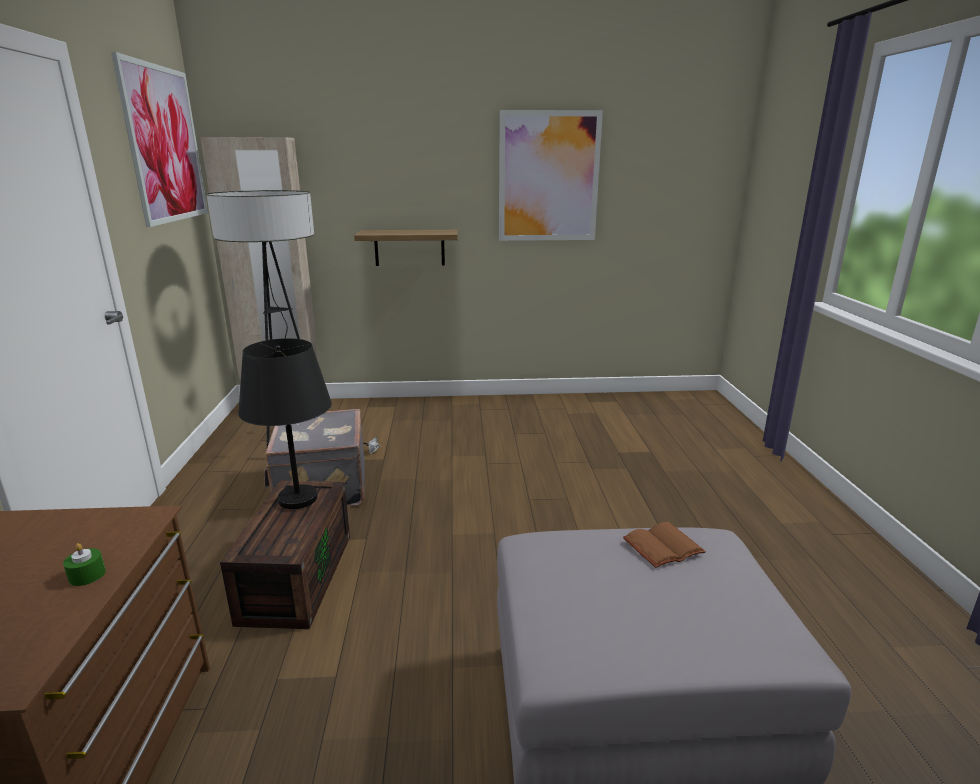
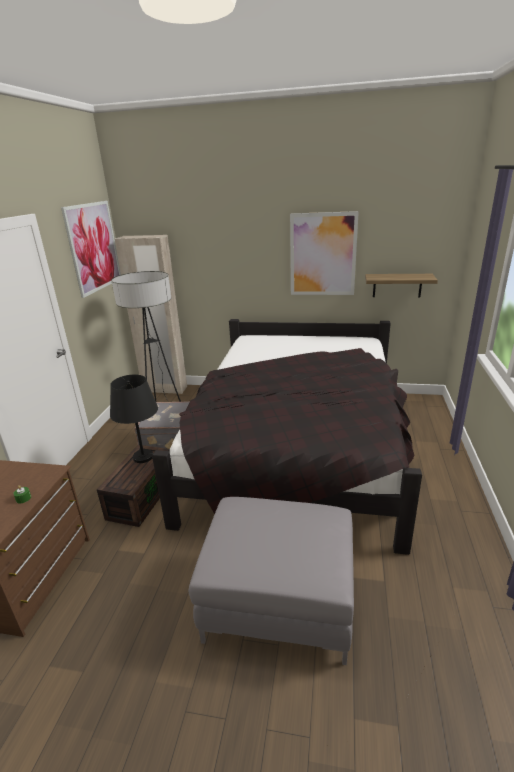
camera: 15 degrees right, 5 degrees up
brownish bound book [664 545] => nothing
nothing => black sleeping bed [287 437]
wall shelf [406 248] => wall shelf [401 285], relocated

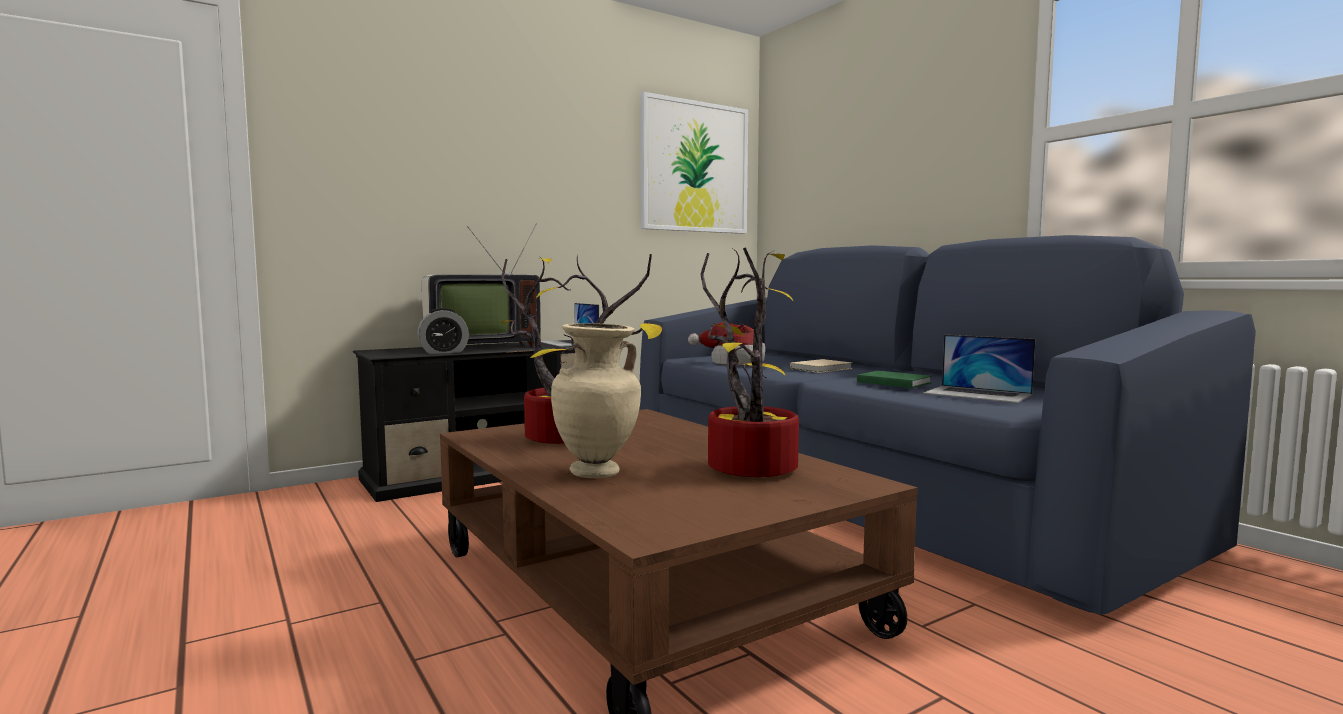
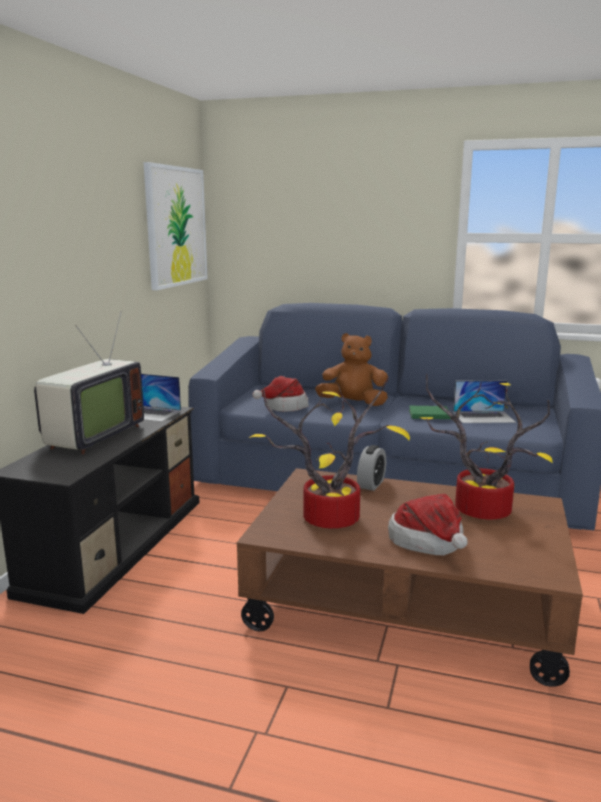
camera: 40 degrees left, 10 degrees up
alarm clock [443 331] => alarm clock [371 468], relocated
beige-coloured vase [596 400] => clothing hat [428 524]
beige-coloured bound book [821 366] => brownish soft toy [351 369]

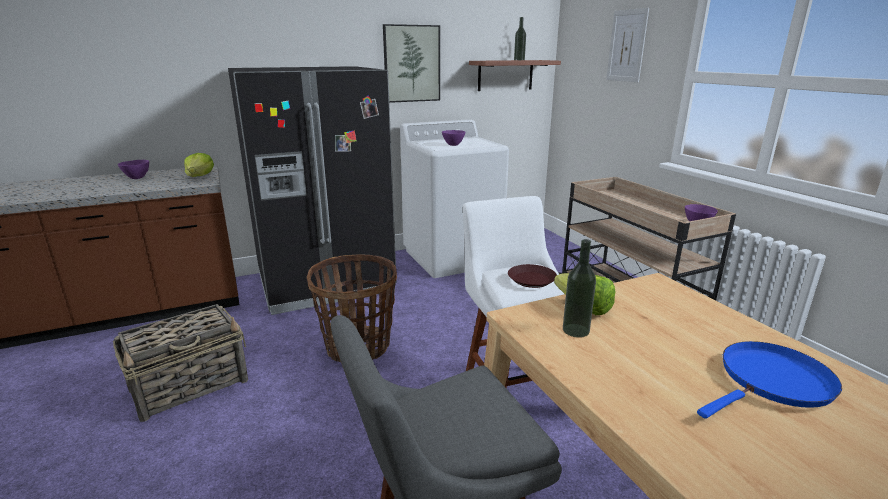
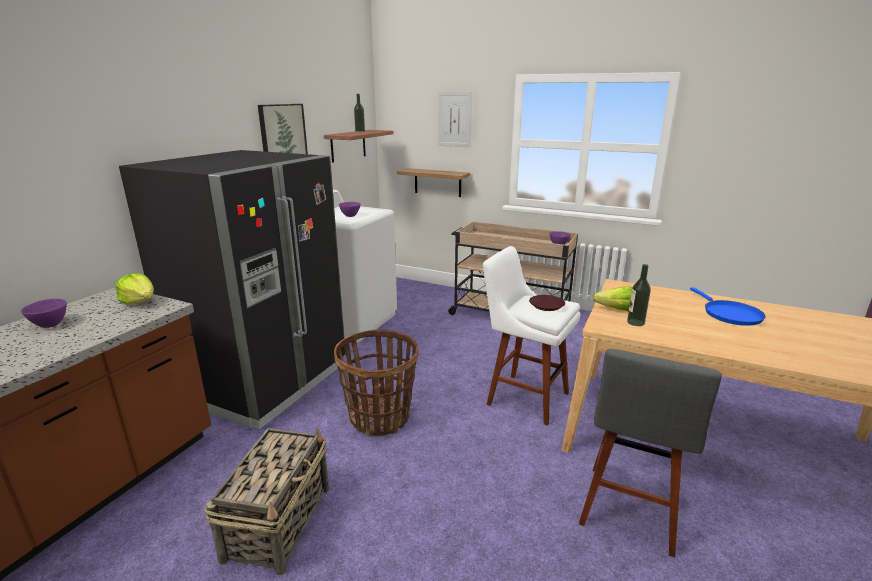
camera: 40 degrees left, 0 degrees up
nothing => wall shelf [433 182]
blue-coloured frying pan [769 380] => blue-coloured frying pan [728 306], 150 degrees clockwise

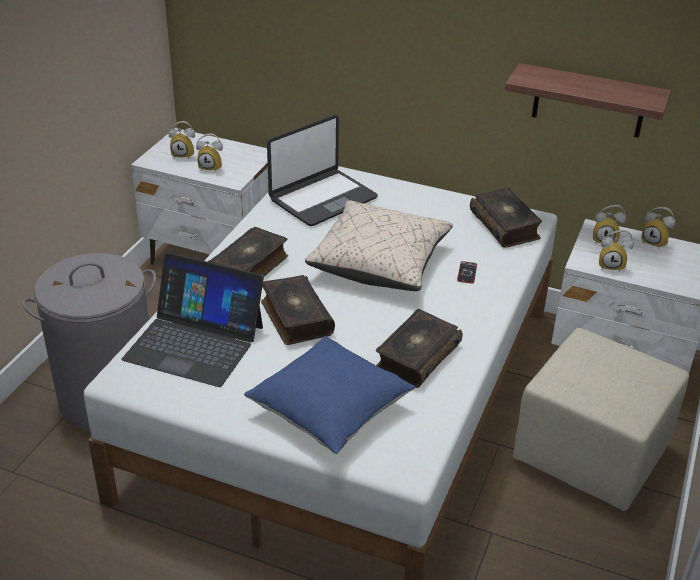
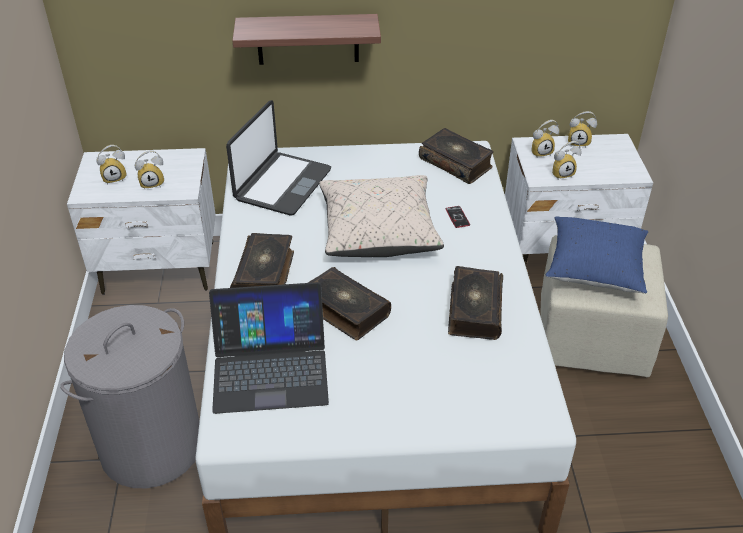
camera: 25 degrees left, 5 degrees up
blue-coloured throw pillow [330 395] => blue-coloured throw pillow [596 255], relocated
wall shelf [588 100] => wall shelf [306 39], relocated

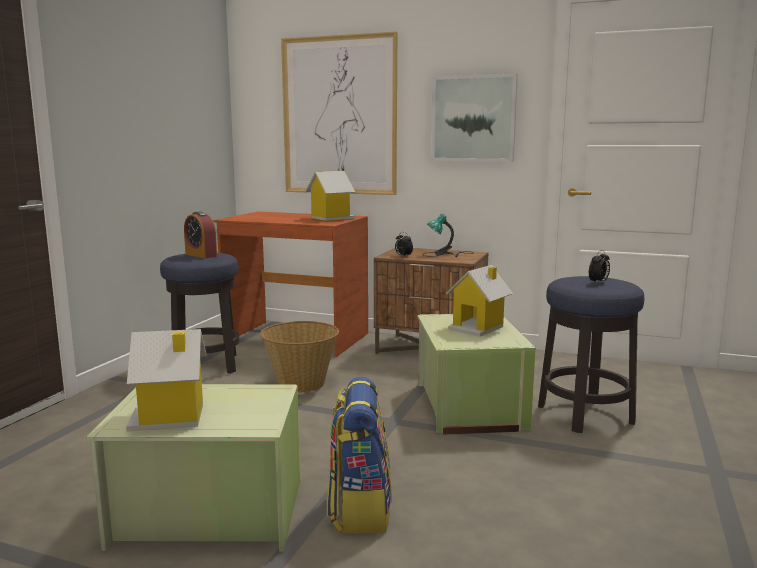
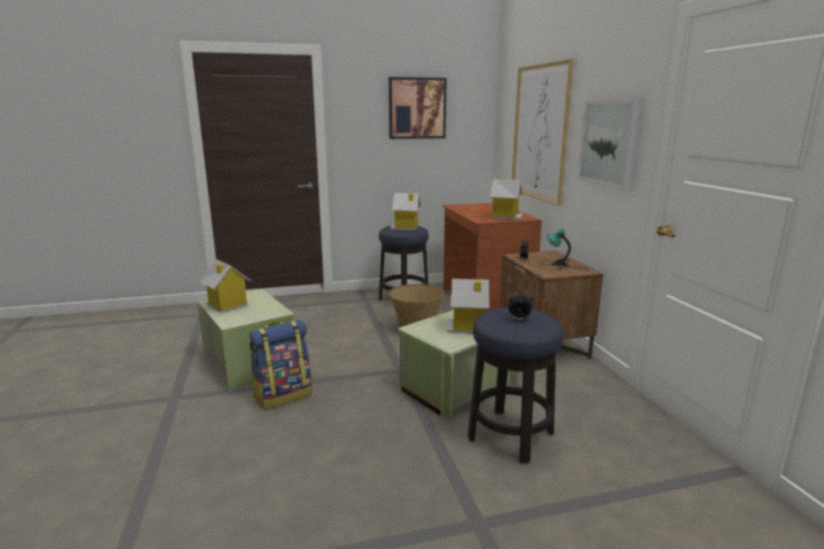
camera: 55 degrees right, 5 degrees up
nothing => picture [418 108]
alarm clock [200 234] => toy house [405 211]

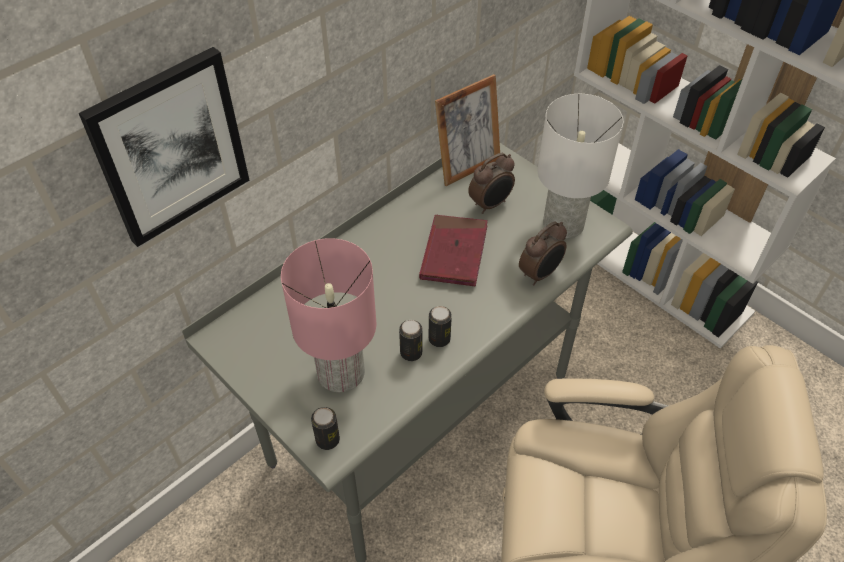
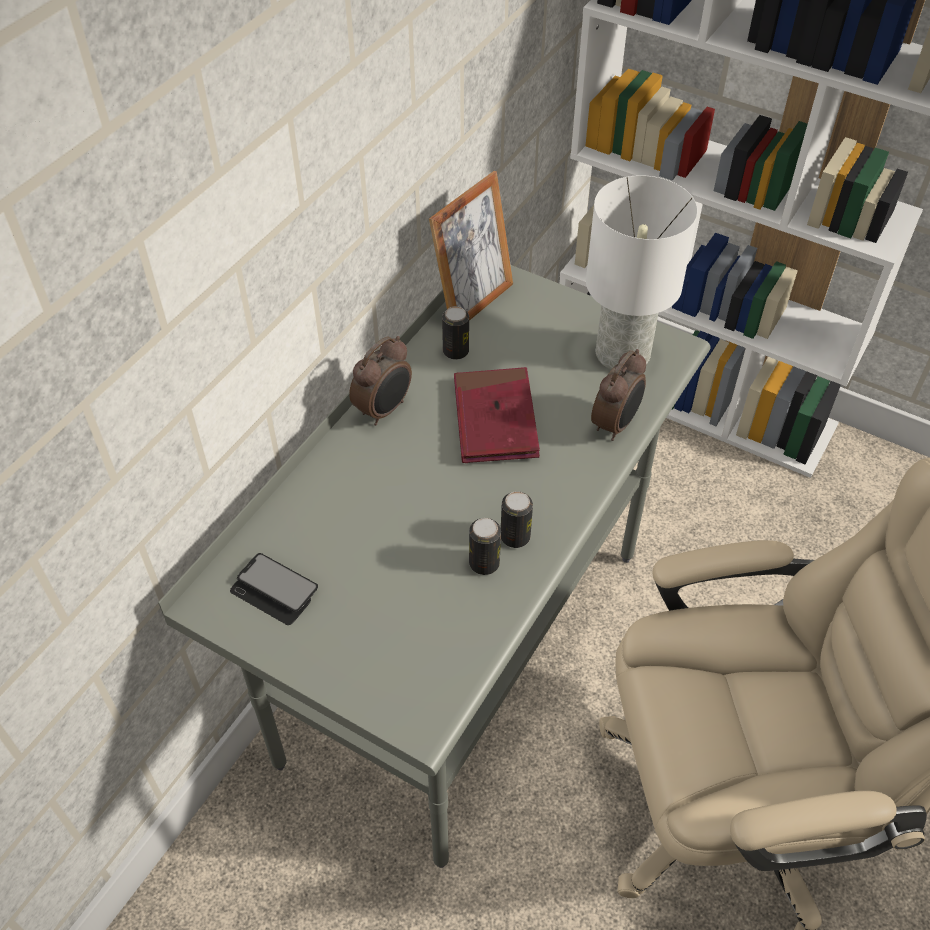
camera: 15 degrees left, 0 degrees up
picture [164 147] => nothing
pink-coloured tabletop lamp [328 315] => nothing
nothing => telephone [274 589]
sealed can [325 428] => sealed can [455 333], relocated
alarm clock [491 183] => alarm clock [380 381], relocated

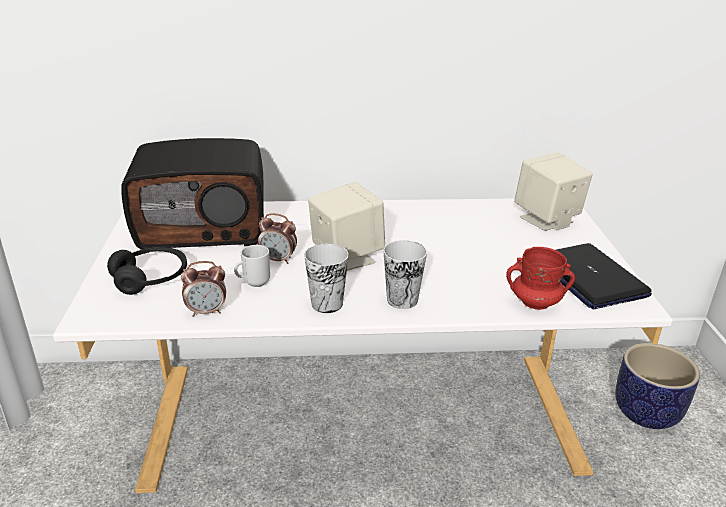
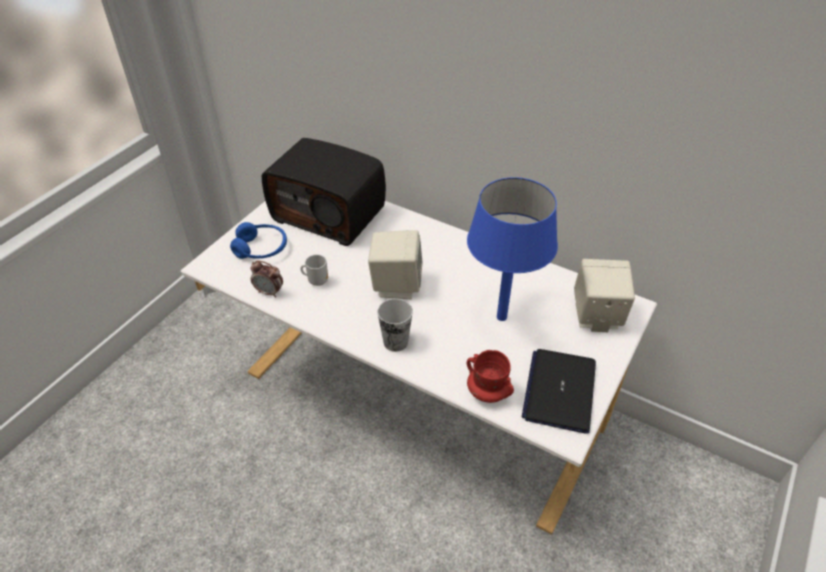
camera: 35 degrees right, 15 degrees up
alarm clock [277 238] => nothing
small cup [326 278] => nothing
flower pot [657 386] => nothing
nothing => blue-coloured tabletop lamp [512 249]
black headphones [147 271] => blue-coloured headphones [258 240]

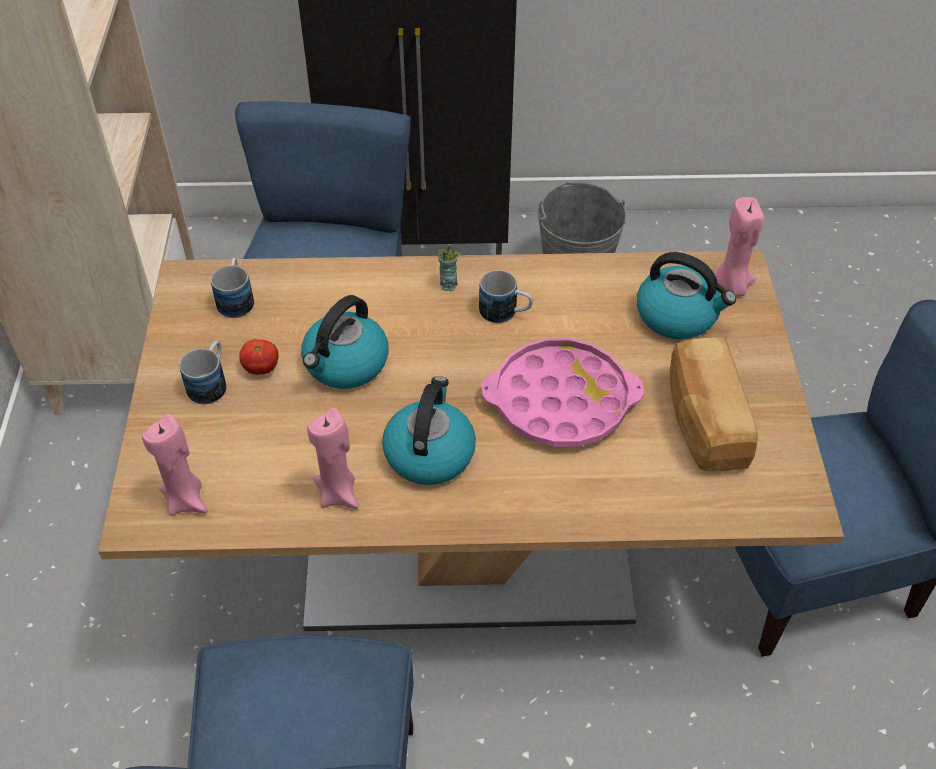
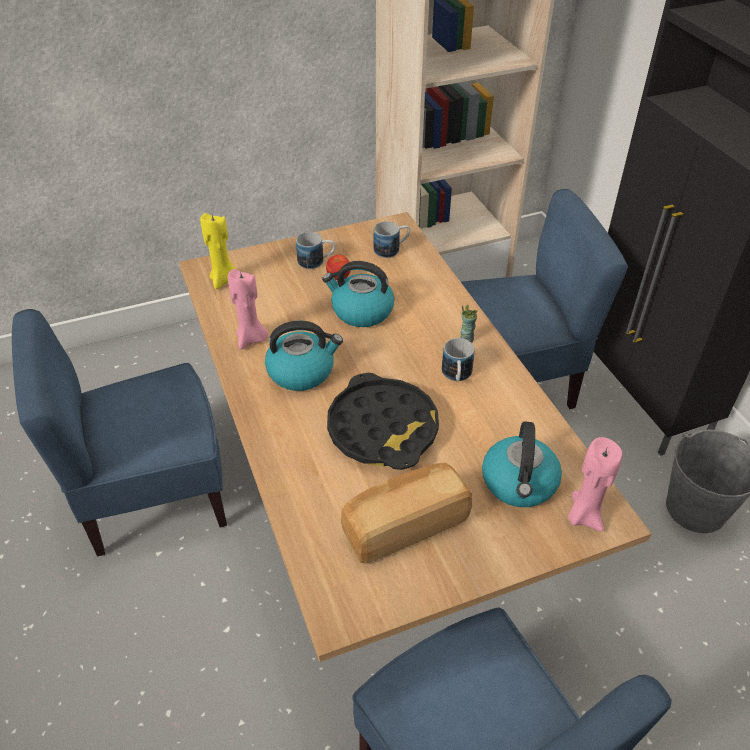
camera: 70 degrees right, 5 degrees down
pink-coloured wax light [174 465] => yellowish wax light [218 251]
pink-coloured serving tray [562 392] => black serving tray [383 421]

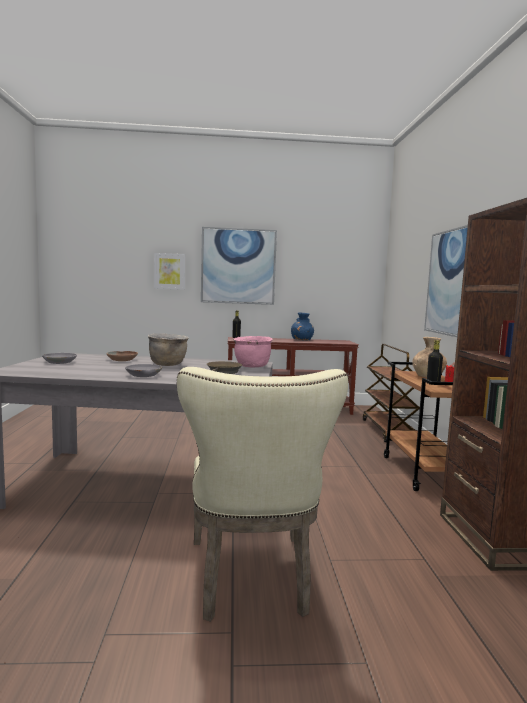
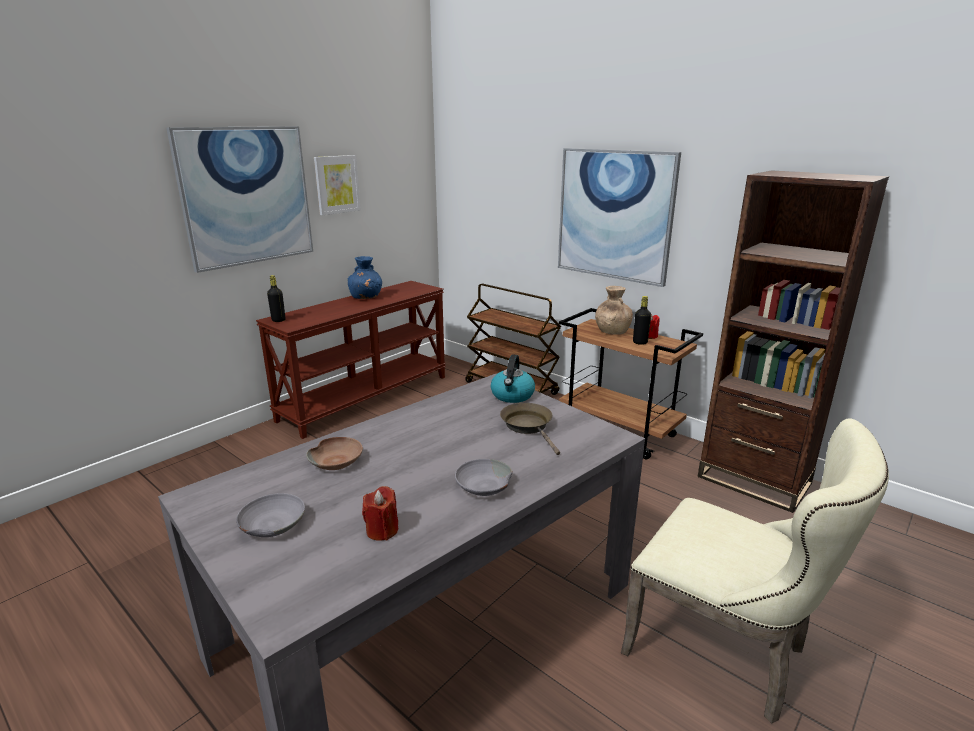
camera: 45 degrees left, 15 degrees up
brownish saucepot [168 349] => nothing
nothing => reddish wax light [380 513]
picture [169 271] => picture [337 185], relocated
pink-coloured saucepot [252 351] => kettle [513 379]

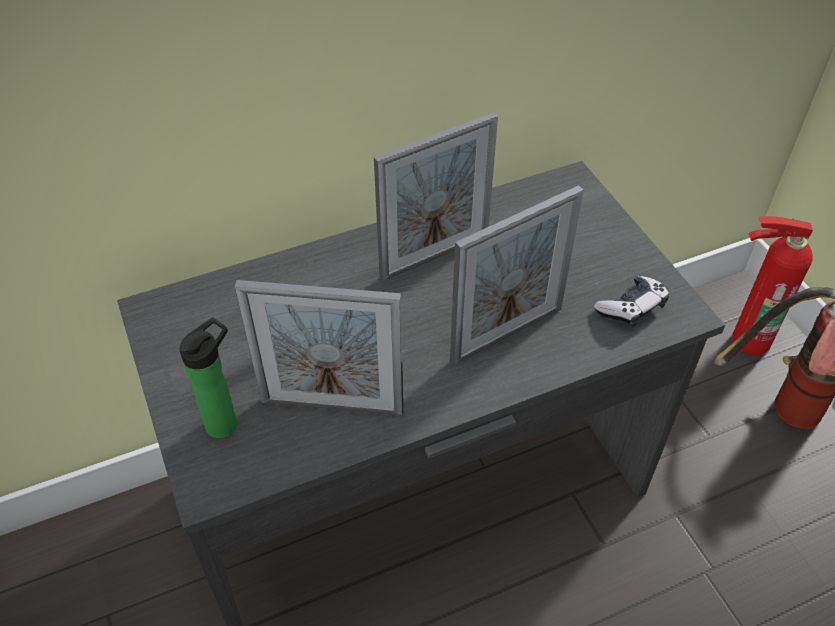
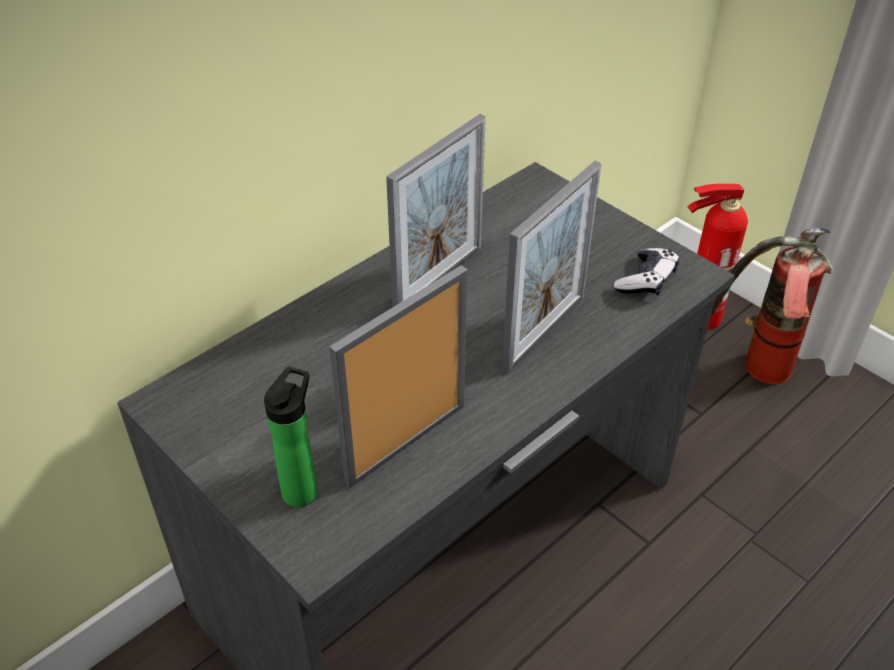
camera: 20 degrees left, 5 degrees down
photo frame [318 348] => photo frame [398 376], 150 degrees clockwise

